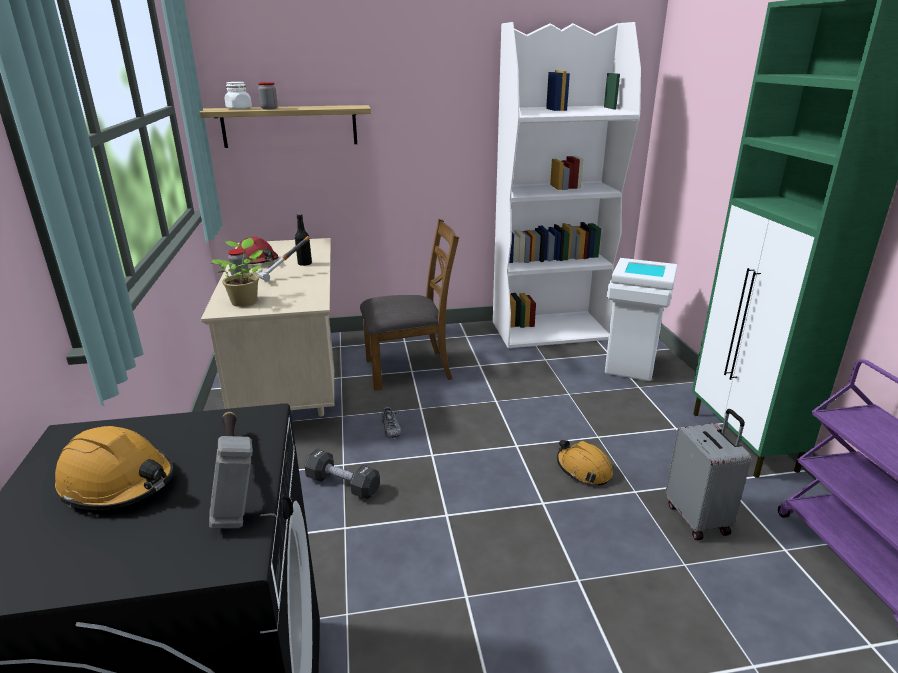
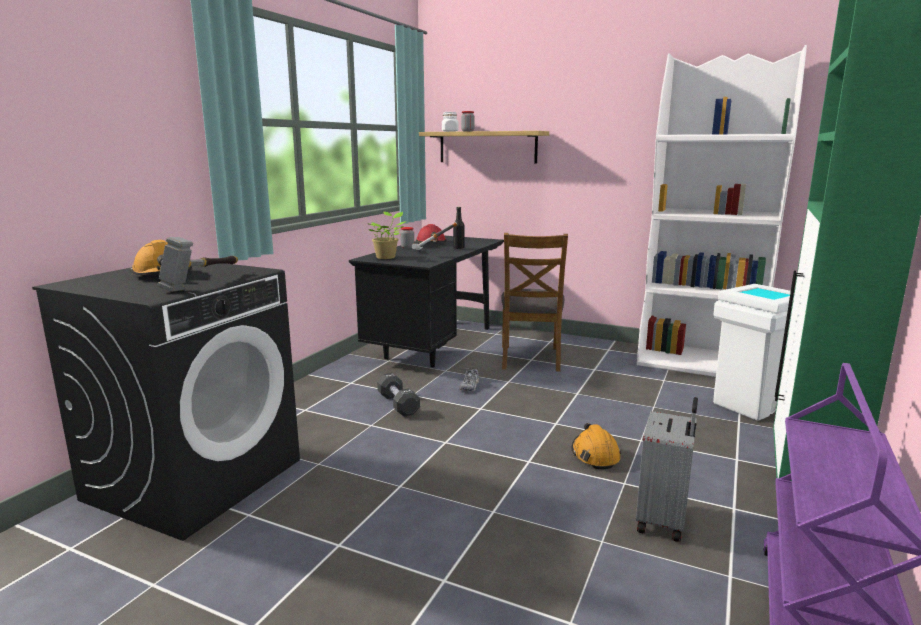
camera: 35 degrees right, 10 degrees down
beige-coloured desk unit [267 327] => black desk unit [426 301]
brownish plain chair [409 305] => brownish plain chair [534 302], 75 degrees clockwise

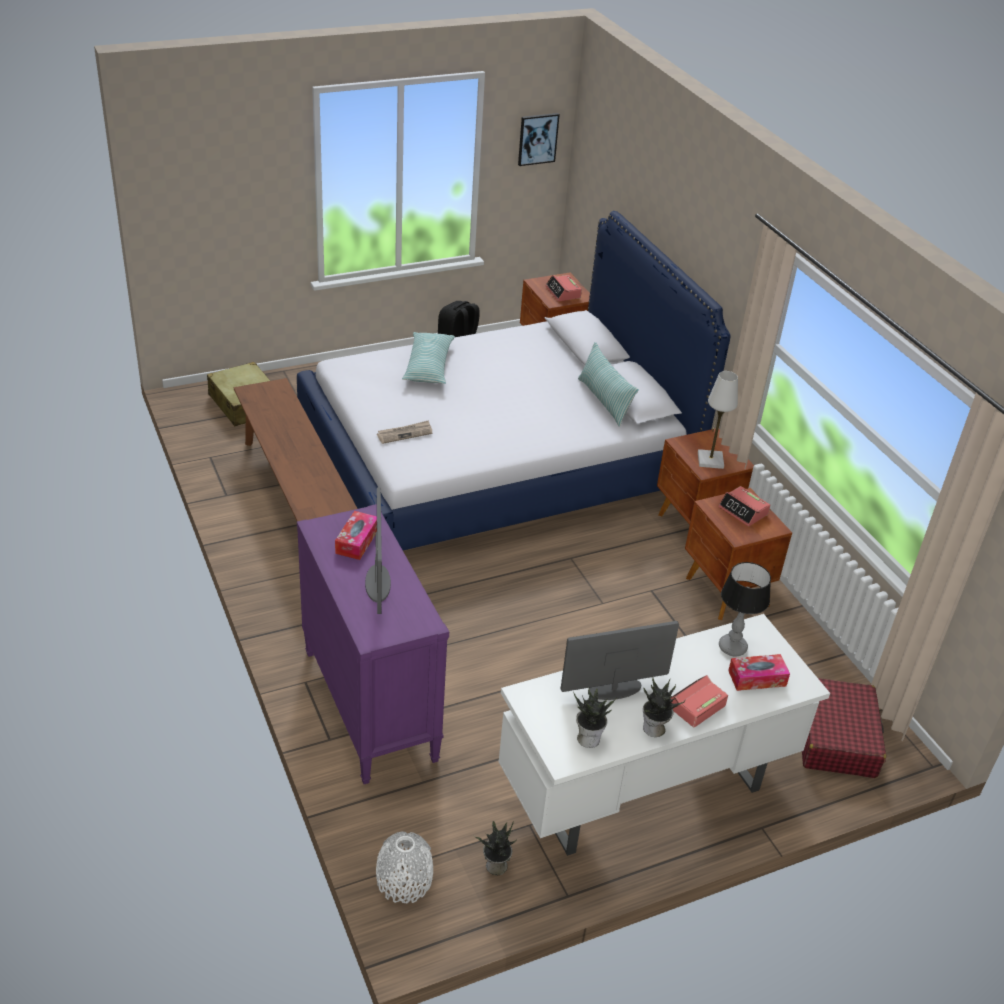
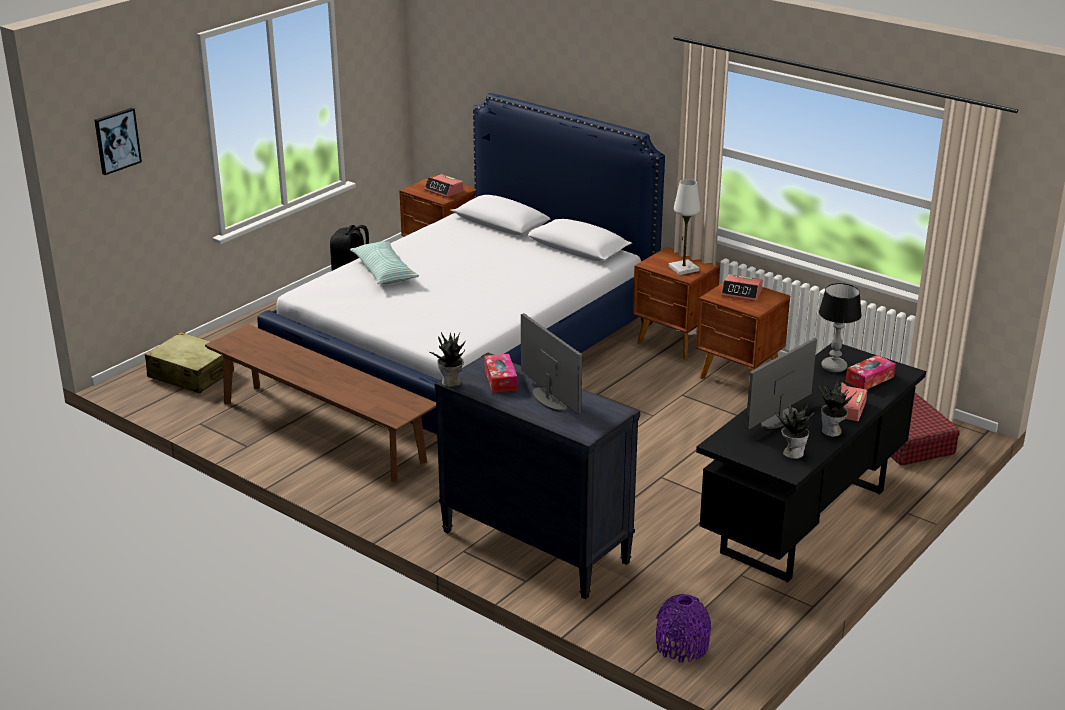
camera: 25 degrees left, 10 degrees down
daily paper [404 432] => nothing
throw pillow [608 384] => nothing
plant in a pot [494 848] => plant in a pot [447 359], relocated
picture [539 139] => picture [118 141], relocated
purple-coloured chest of drawers [373 644] => black chest of drawers [537 475]
white-coloured vase [404 867] => purple-coloured vase [683 628]
white-coloured desk unit [664 735] => black desk unit [811 463]

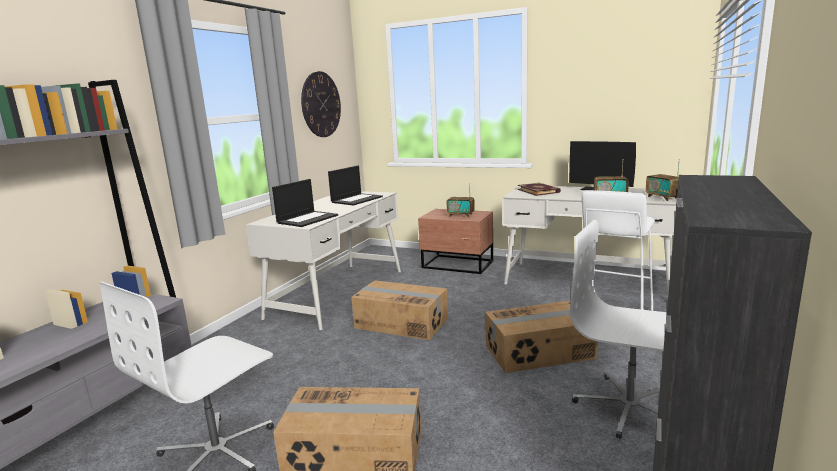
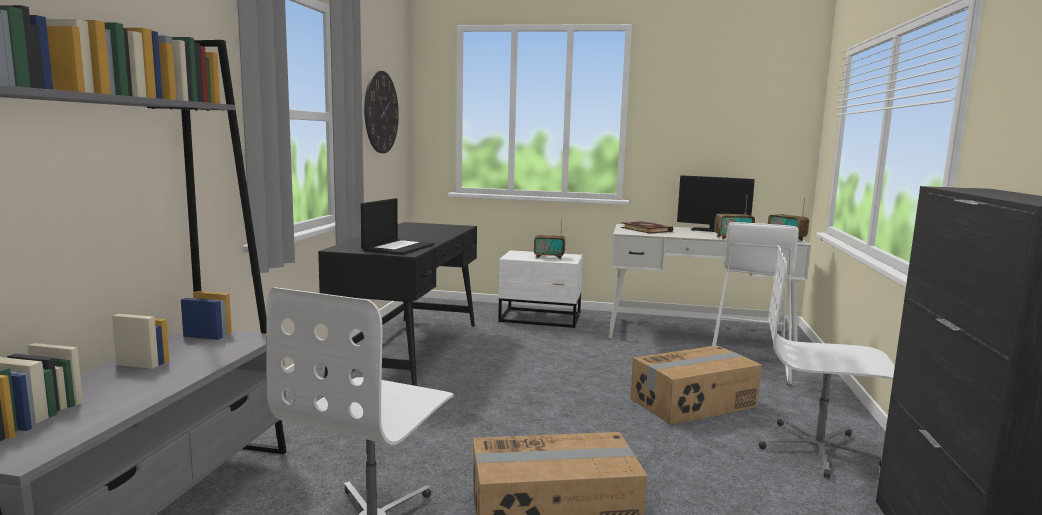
camera: 15 degrees left, 5 degrees down
portable computer [355 185] => nothing
carton [399 310] => nothing
white-coloured desk unit [323 260] => black desk unit [397 304]
brownish nightstand [455 241] => white-coloured nightstand [540 289]

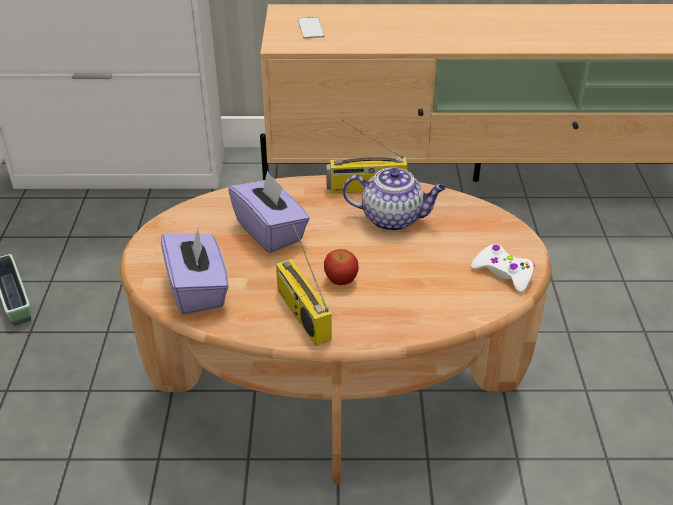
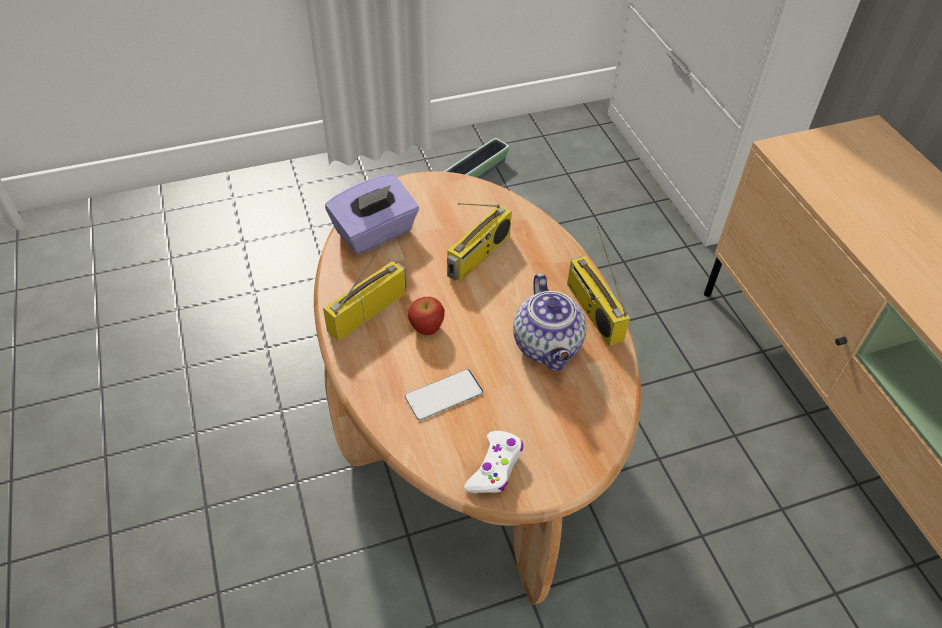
camera: 70 degrees right, 10 degrees up
telephone [311 27] => telephone [444 394], relocated
purple-coloured tissue holder [269 212] => radio set [479 242]

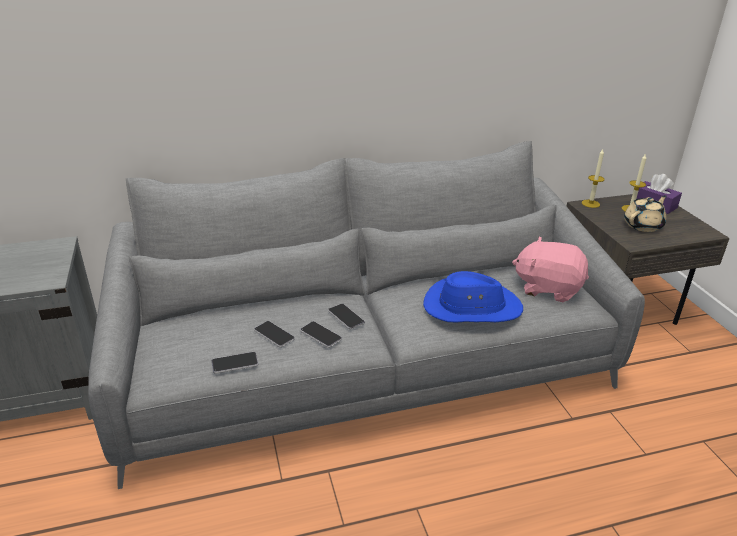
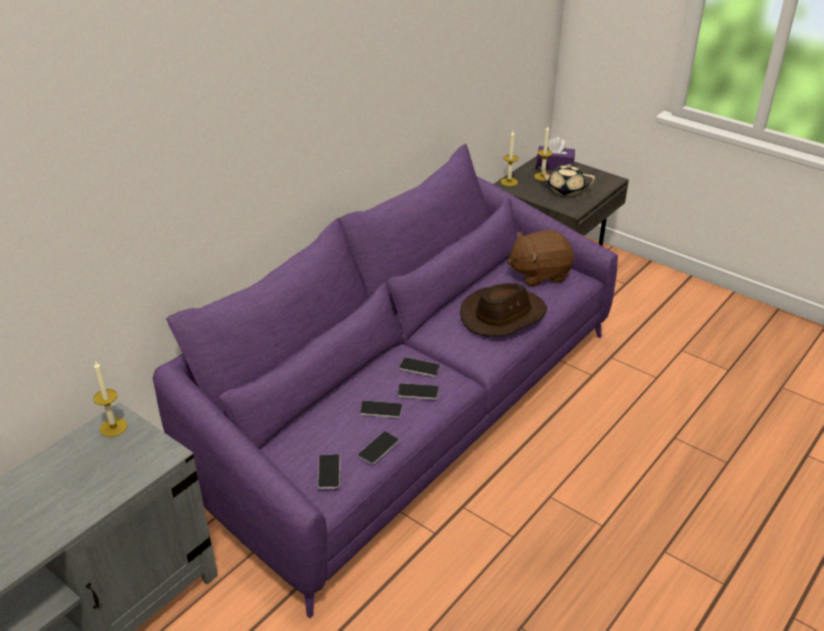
camera: 35 degrees left, 5 degrees up
nothing => wax light [110 398]
nothing => telephone [328 471]
greyish couch [366 315] => purple-coloured couch [385 381]
blue-coloured clothing hat [473 296] => brownish clothing hat [503 310]
pink-coloured soft toy [550 269] => brownish soft toy [540 258]
beige-coloured teapot [645 213] => beige-coloured teapot [566 180], 90 degrees counterclockwise

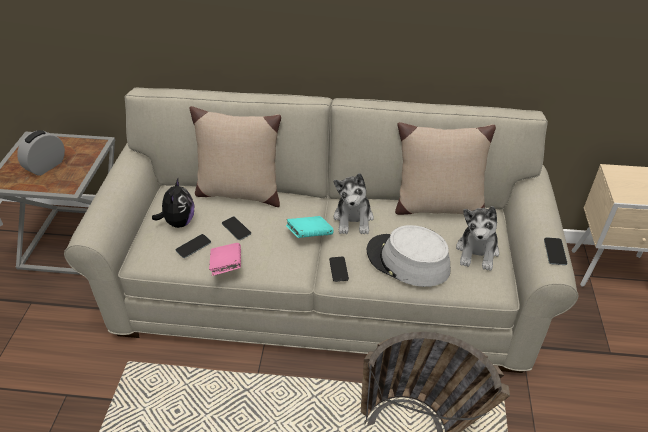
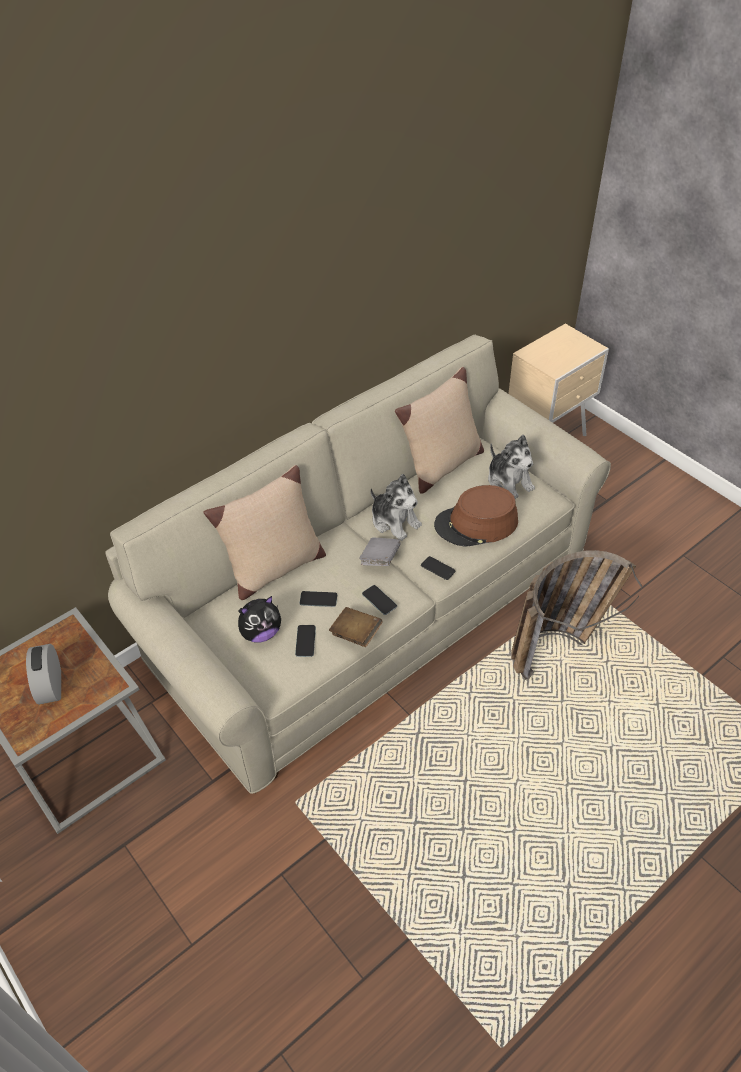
camera: 45 degrees left, 5 degrees up
telephone [555 251] => telephone [379 600], relocated
pink-coloured bound book [225 259] => brownish bound book [355 627]
blue-green bound book [309 227] => greyish bound book [380 552]
greyish clothing hat [408 256] => brownish clothing hat [476 516]
soft toy [173 203] => soft toy [259 619], 105 degrees clockwise

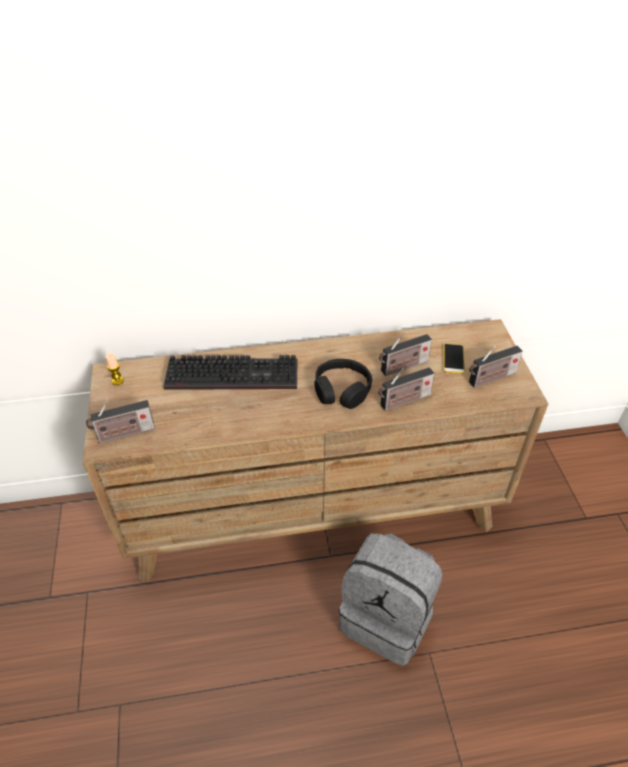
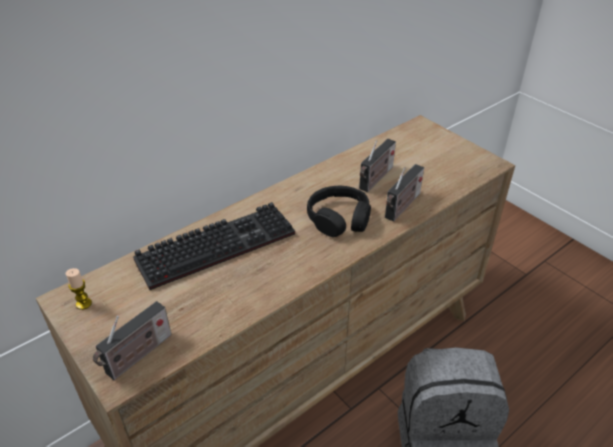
camera: 30 degrees left, 5 degrees down
telephone [454 359] => nothing
radio set [496 366] => nothing

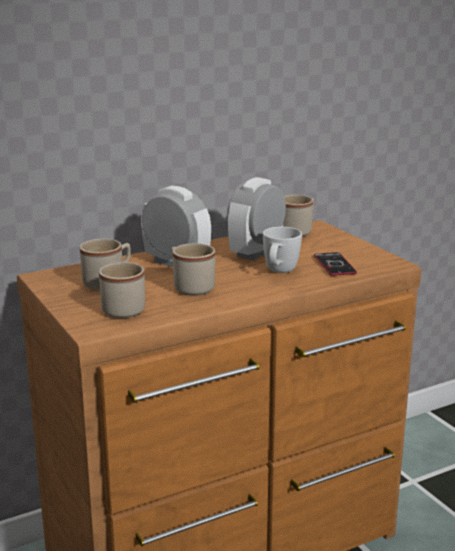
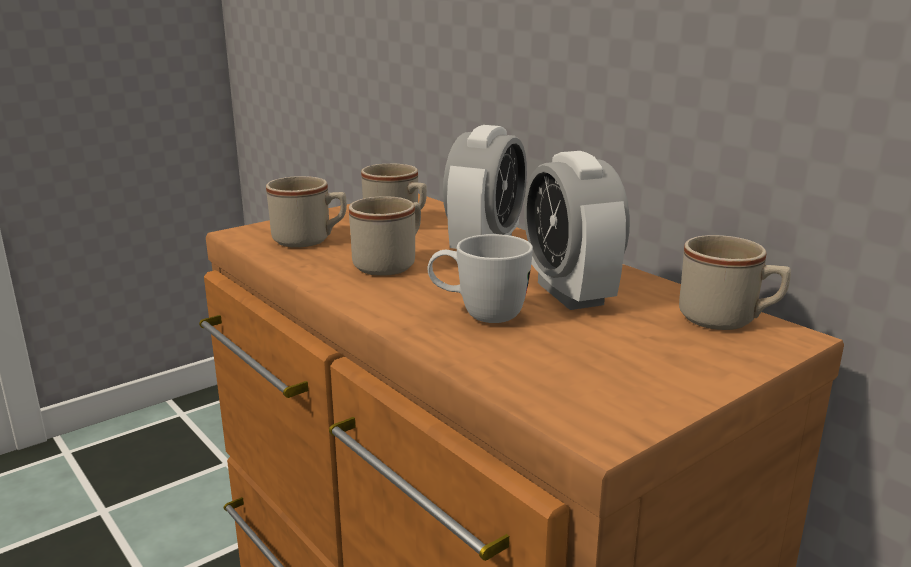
camera: 80 degrees right, 0 degrees up
telephone [335 264] => nothing
alarm clock [256 218] => alarm clock [577 230], 135 degrees counterclockwise

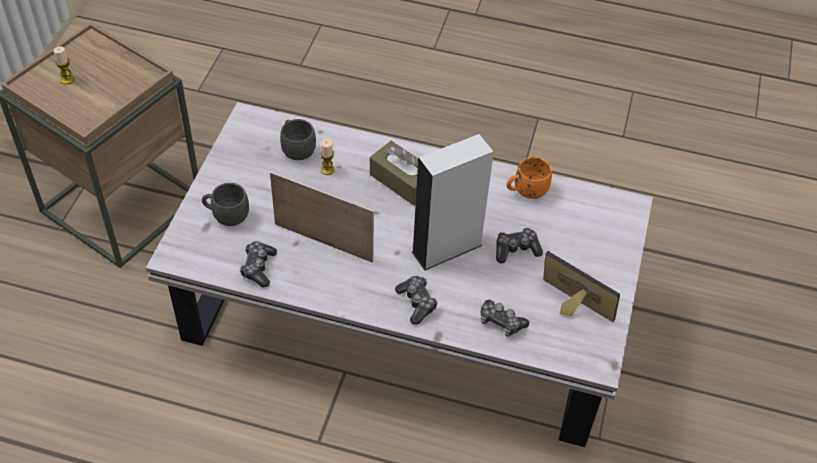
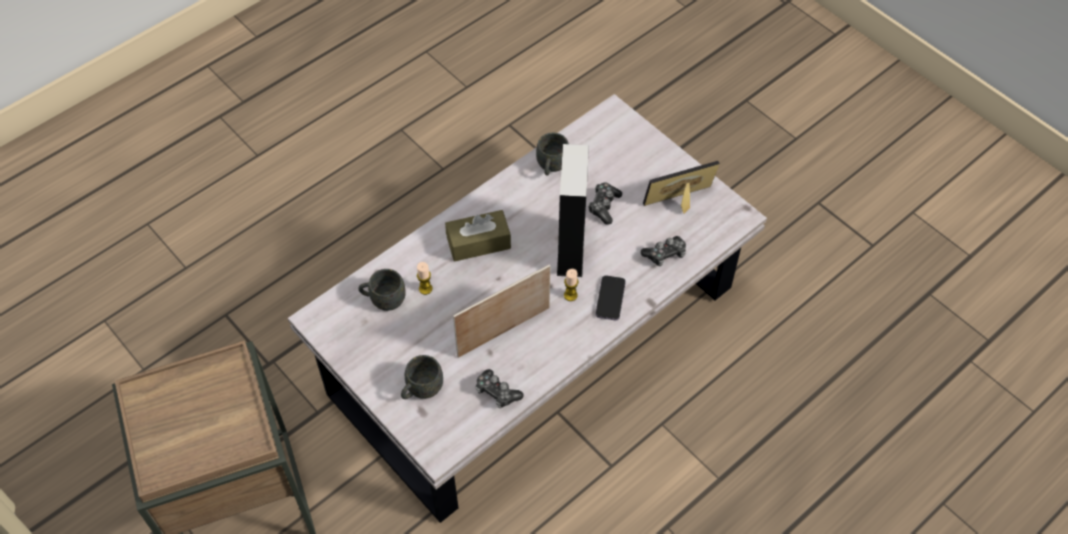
camera: 55 degrees left, 5 degrees up
wax light [64 65] => wax light [571 285], relocated
joypad [416 300] => telephone [610 297]
orange-coloured coffee mug [529 178] => greyish coffee mug [552 154]

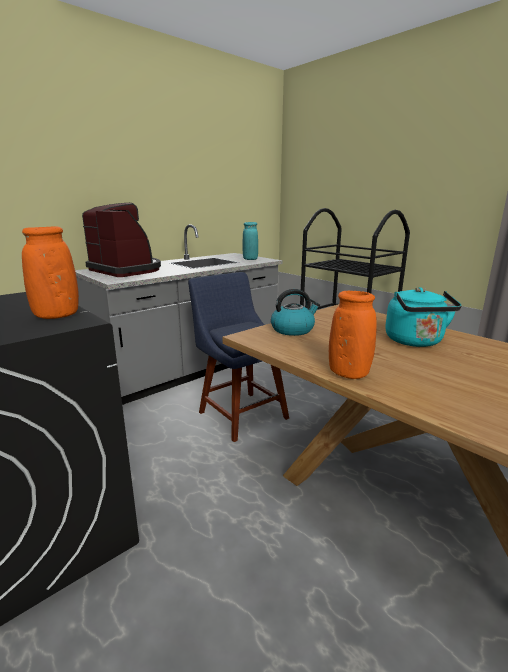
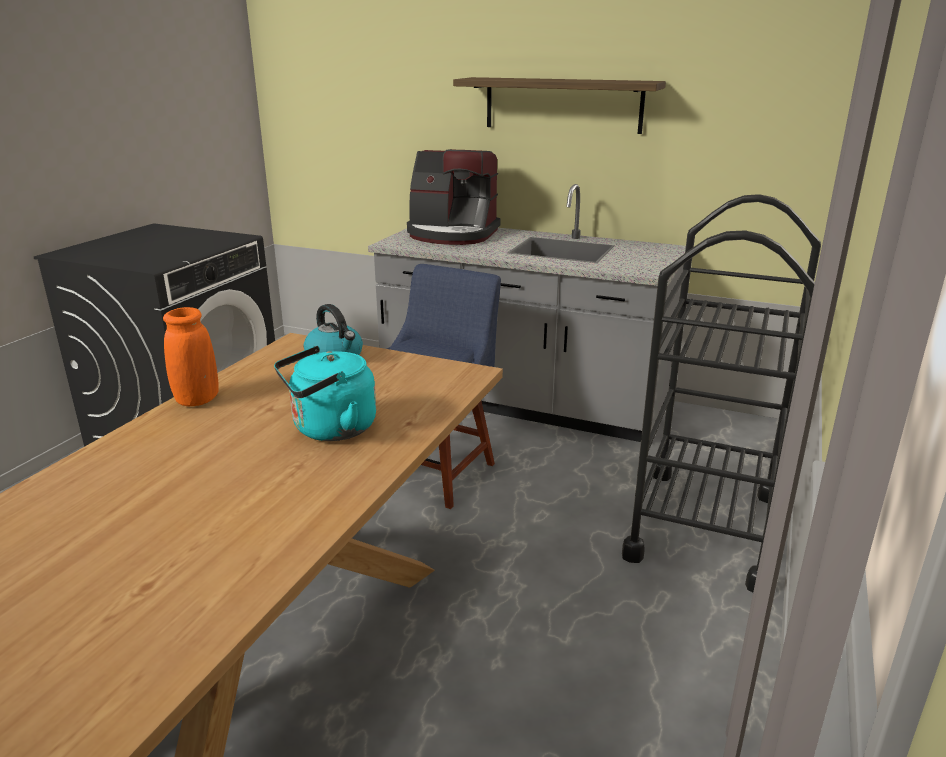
camera: 65 degrees right, 5 degrees up
orange-coloured vase [50 272] => nothing
blue-green vase [250 241] => nothing
nothing => wall shelf [559 105]
coffee machine [121 240] => coffee machine [454 197], 90 degrees clockwise

